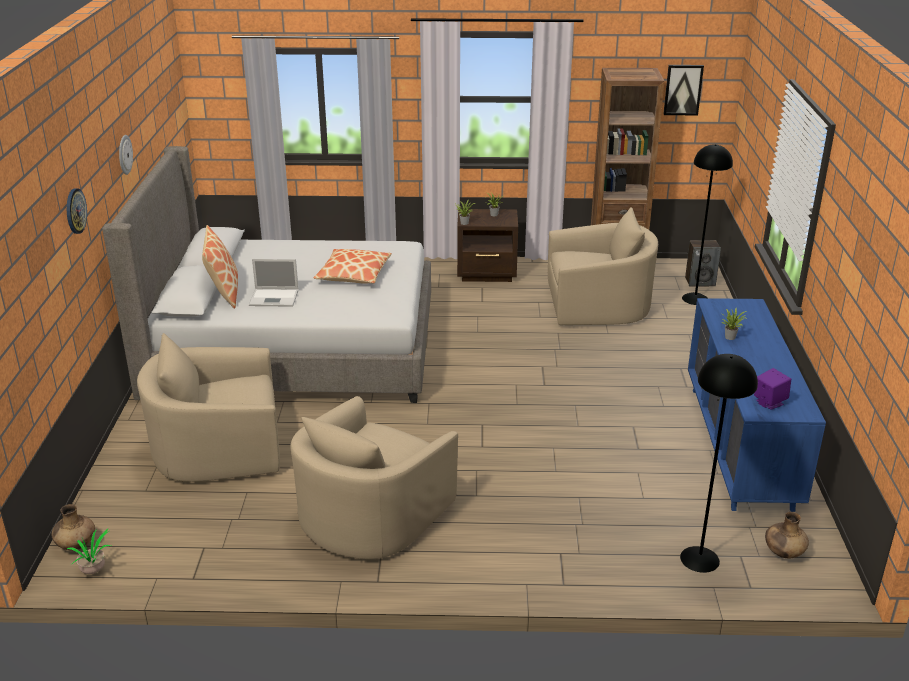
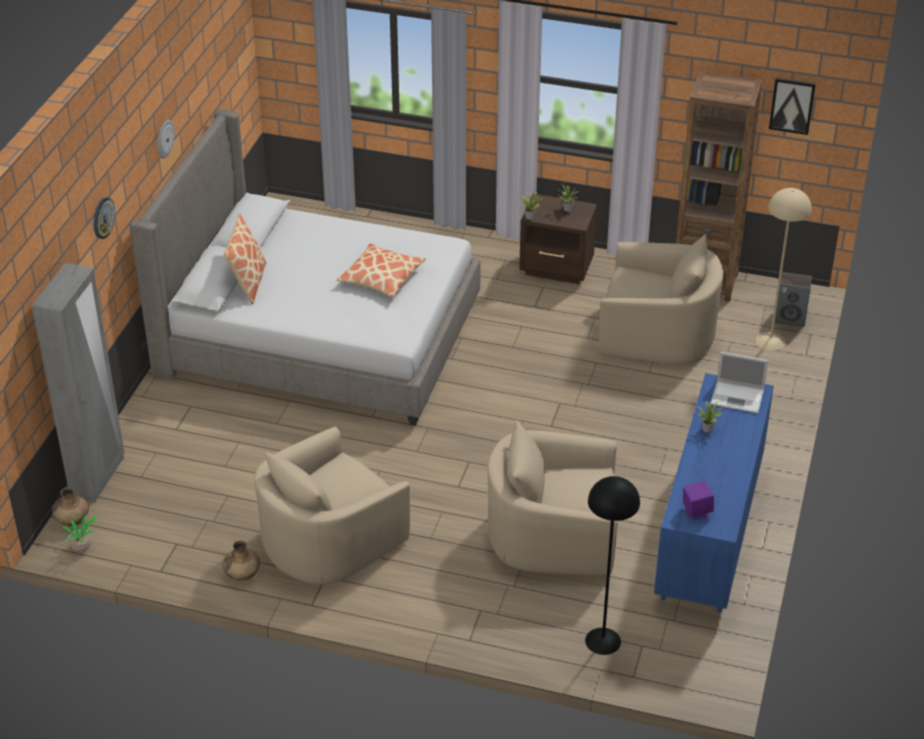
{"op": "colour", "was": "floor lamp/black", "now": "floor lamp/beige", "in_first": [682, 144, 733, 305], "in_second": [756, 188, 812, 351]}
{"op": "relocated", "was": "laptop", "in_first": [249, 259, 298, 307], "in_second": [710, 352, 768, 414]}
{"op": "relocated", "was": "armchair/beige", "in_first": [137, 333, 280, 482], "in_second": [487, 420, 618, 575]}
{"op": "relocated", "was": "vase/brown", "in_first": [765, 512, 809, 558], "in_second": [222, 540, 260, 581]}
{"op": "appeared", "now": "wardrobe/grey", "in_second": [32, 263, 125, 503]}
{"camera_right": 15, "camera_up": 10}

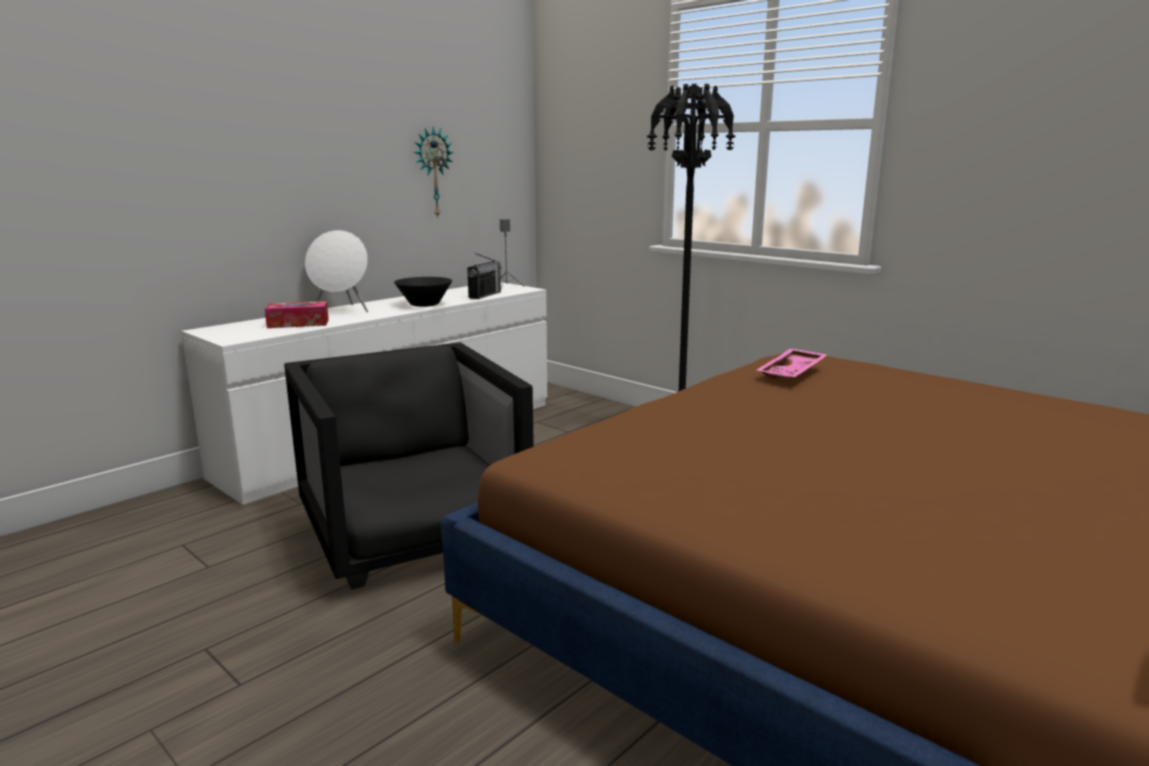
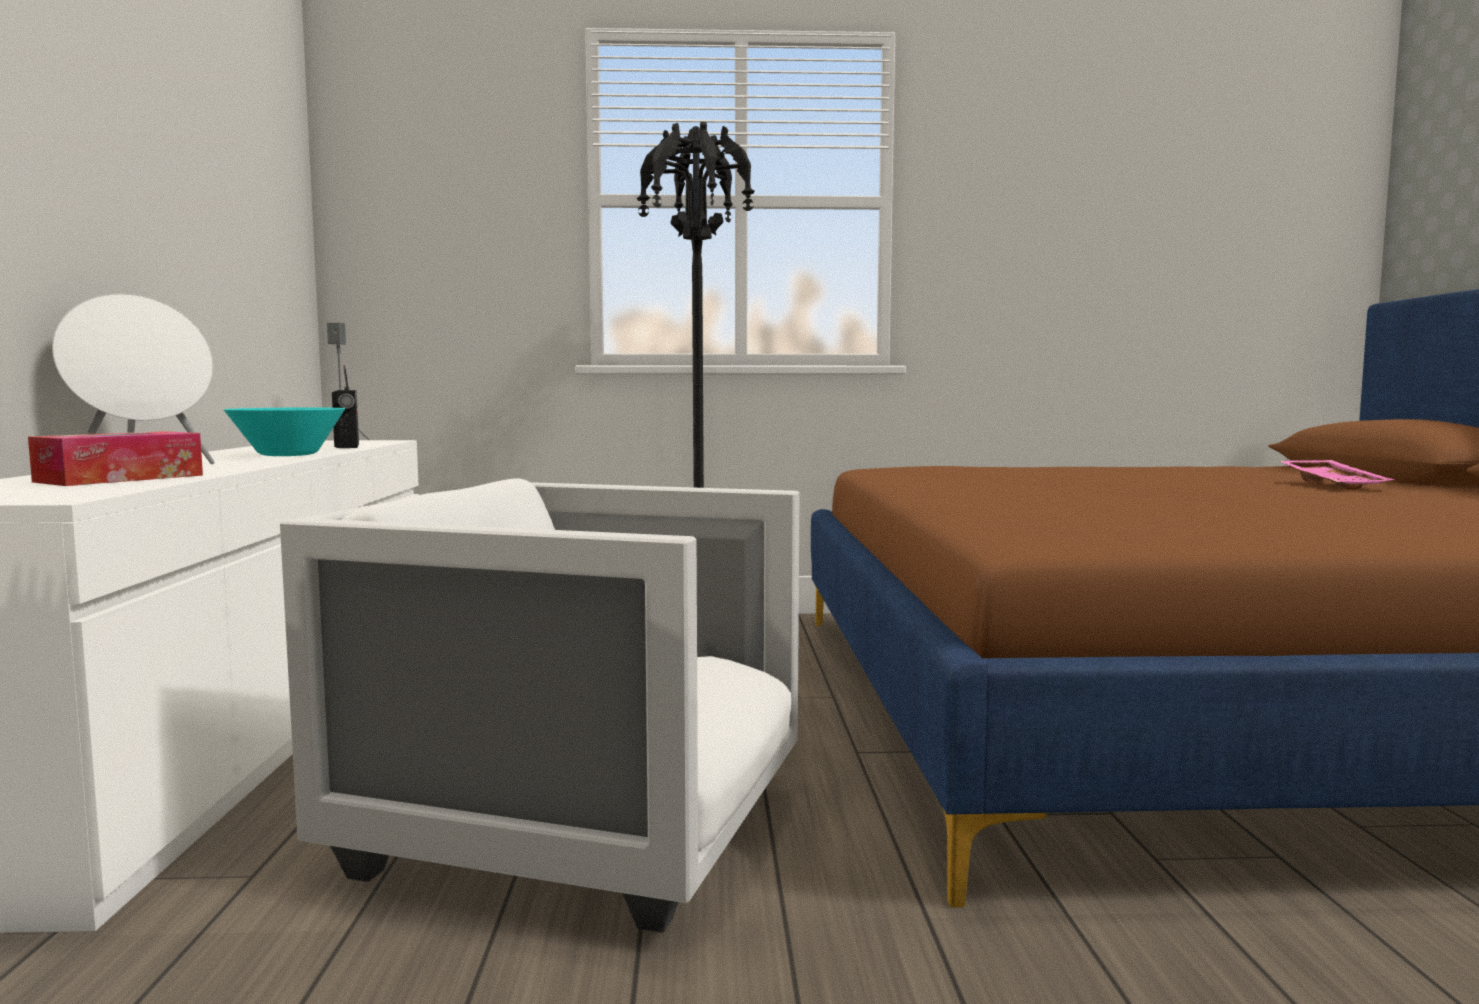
{"op": "missing", "was": "wall clock", "in_first": [414, 126, 454, 219]}
{"op": "colour", "was": "bowl/black", "now": "bowl/turquoise", "in_first": [394, 277, 452, 307], "in_second": [224, 408, 345, 456]}
{"op": "colour", "was": "armchair/black", "now": "armchair/white", "in_first": [284, 342, 534, 589], "in_second": [280, 478, 799, 933]}
{"op": "relocated", "was": "tray/pink", "in_first": [757, 348, 828, 378], "in_second": [1280, 460, 1394, 490]}
{"camera_right": -45, "camera_up": -10}

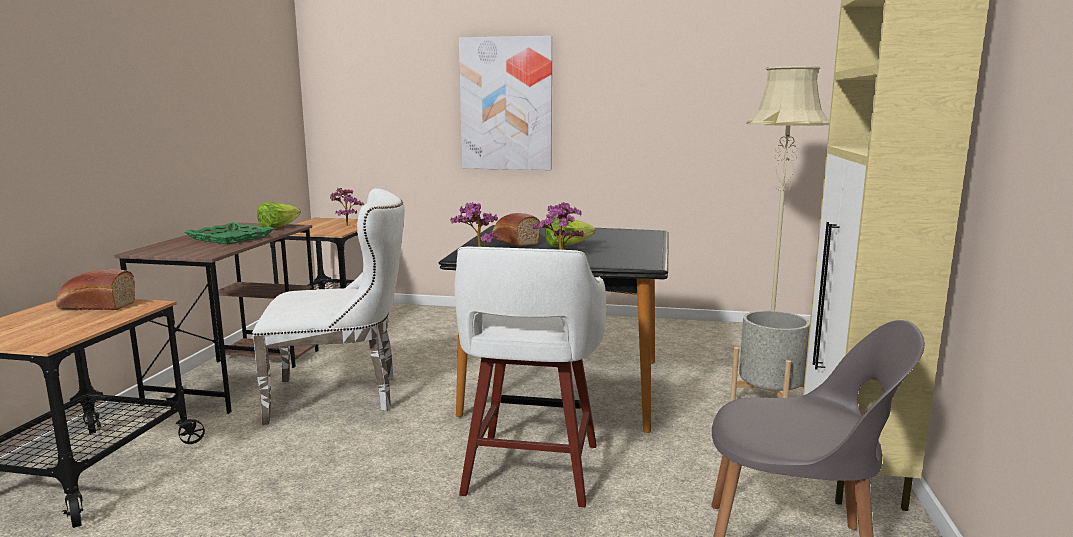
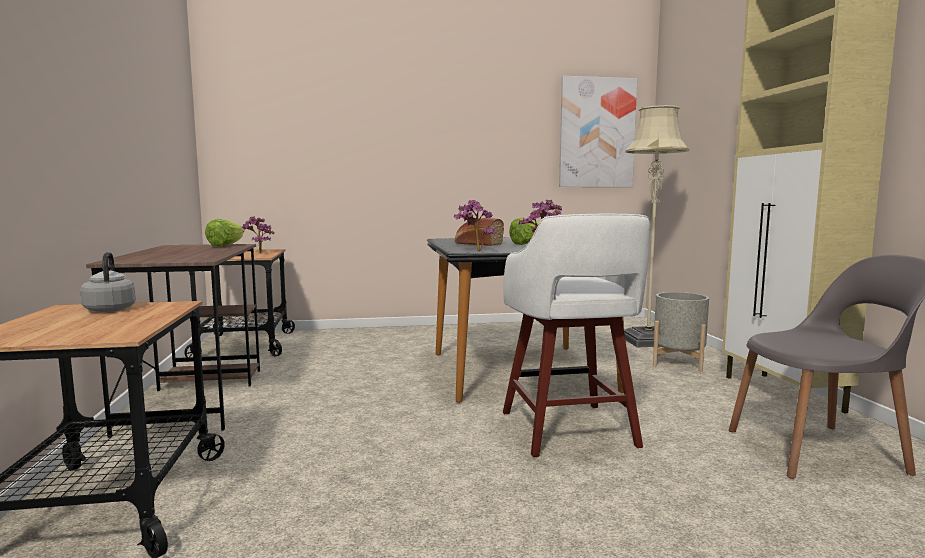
{"op": "relocated", "was": "picture", "in_first": [459, 36, 552, 170], "in_second": [559, 76, 637, 187]}
{"op": "missing", "was": "chair/white", "in_first": [252, 188, 405, 425]}
{"op": "missing", "was": "tray/green", "in_first": [184, 222, 275, 245]}
{"op": "exchanged", "was": "bread", "now": "kettle/grey", "in_first": [56, 269, 135, 310], "in_second": [80, 252, 136, 312]}
{"camera_right": -20, "camera_up": -5}

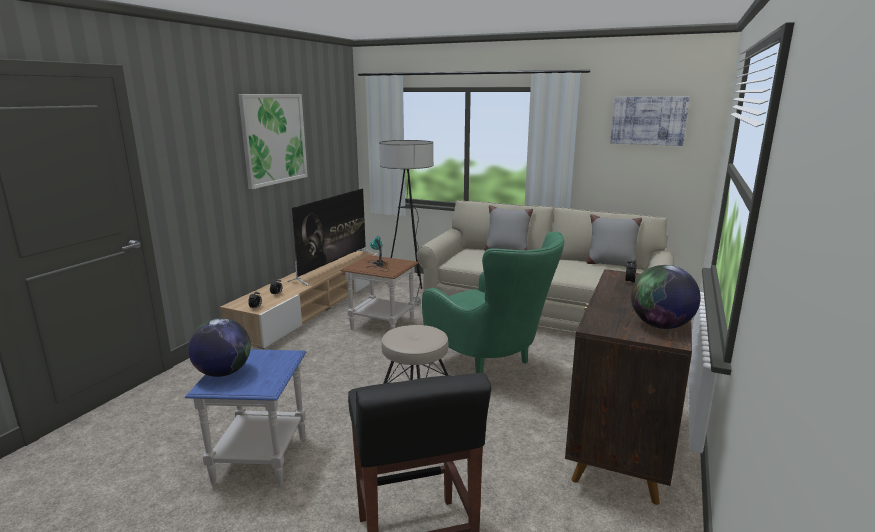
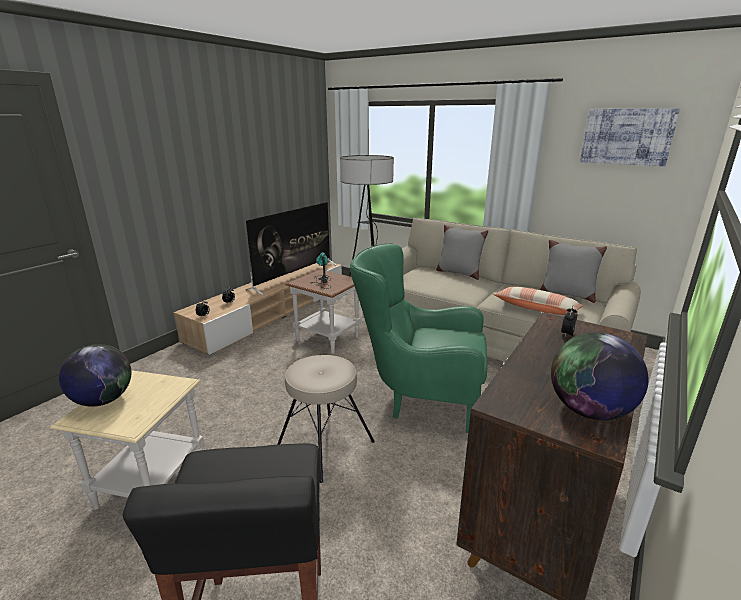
{"op": "missing", "was": "picture", "in_first": [238, 94, 308, 189]}
{"op": "spun", "was": "armchair/green", "in_first": [422, 232, 564, 373], "in_second": [350, 243, 487, 433], "clockwise": 135}
{"op": "colour", "was": "side table/blue", "now": "side table/beige", "in_first": [185, 349, 306, 487], "in_second": [50, 370, 204, 510]}
{"op": "appeared", "now": "pillow", "in_second": [493, 287, 583, 315]}
{"camera_right": 10, "camera_up": 5}

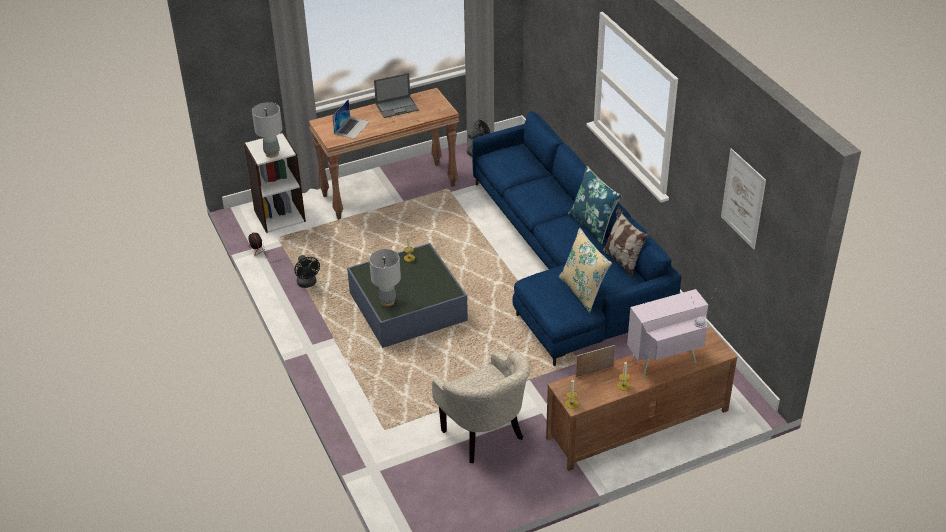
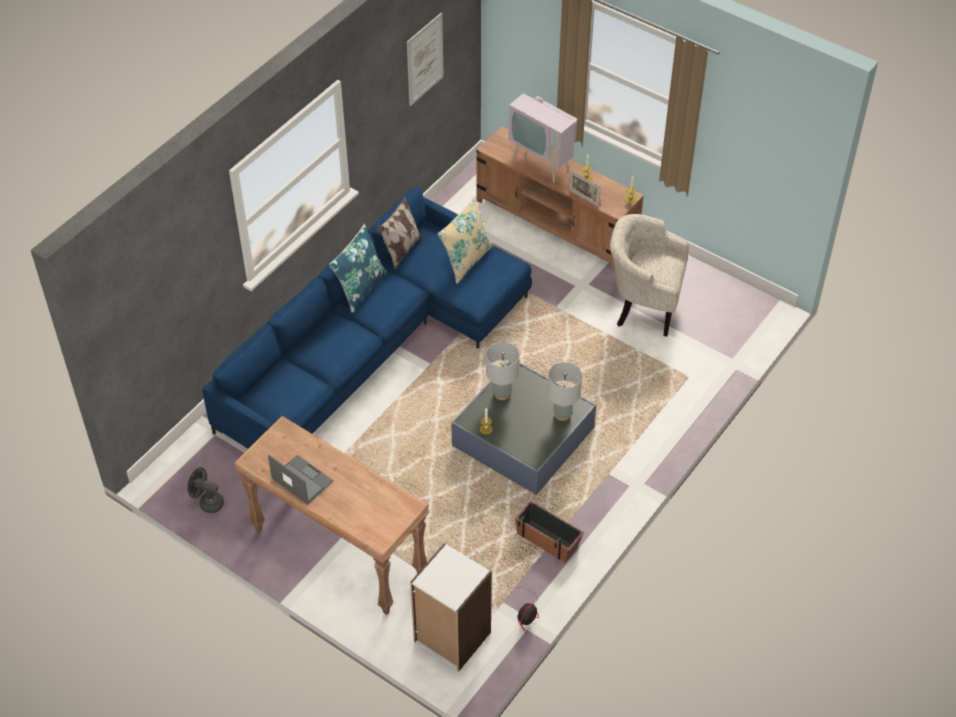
{"op": "missing", "was": "laptop", "in_first": [332, 99, 370, 139]}
{"op": "relocated", "was": "table lamp/grey", "in_first": [252, 102, 283, 158], "in_second": [486, 342, 520, 400]}
{"op": "exchanged", "was": "fan/black", "now": "planter", "in_first": [295, 255, 320, 288], "in_second": [515, 501, 584, 562]}
{"op": "spun", "was": "armchair/beige", "in_first": [432, 351, 530, 463], "in_second": [610, 214, 689, 337], "clockwise": -105}
{"camera_right": -120, "camera_up": 10}

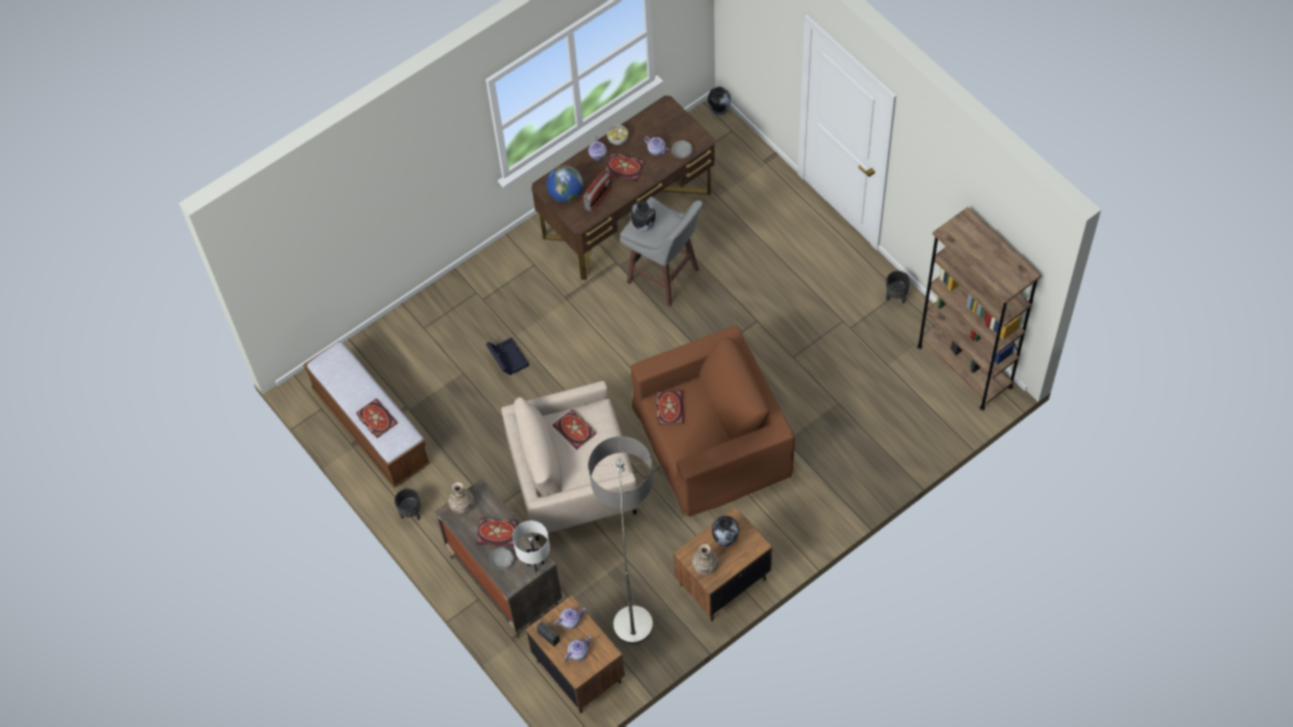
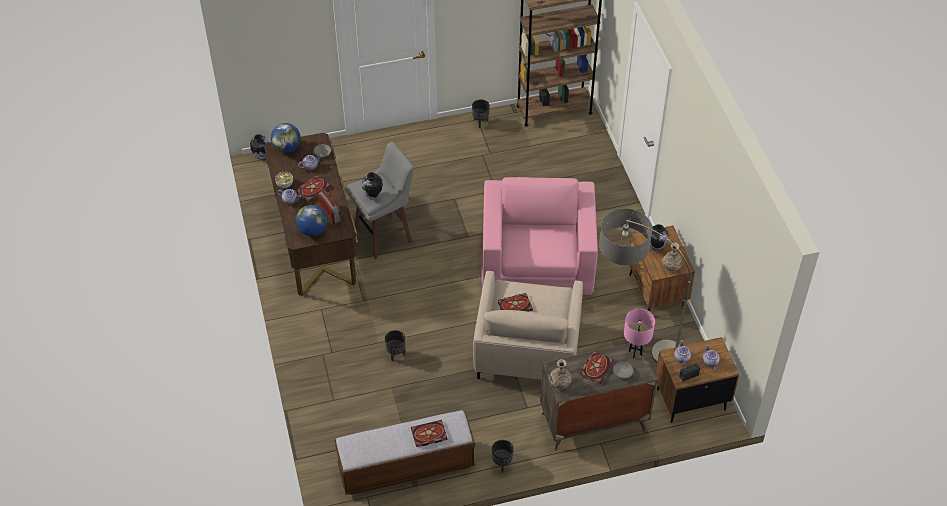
{"op": "colour", "was": "armchair/brown", "now": "armchair/pink", "in_first": [631, 325, 795, 517], "in_second": [481, 177, 598, 295]}
{"op": "exchanged", "was": "storage box/black", "now": "planter/black", "in_first": [486, 337, 529, 375], "in_second": [385, 330, 405, 361]}
{"op": "missing", "was": "book", "in_first": [656, 391, 684, 425]}
{"op": "colour", "was": "table lamp/white", "now": "table lamp/pink", "in_first": [512, 521, 550, 572], "in_second": [624, 309, 655, 359]}
{"op": "appeared", "now": "globe", "in_second": [271, 123, 301, 153]}
{"camera_right": -70, "camera_up": -10}

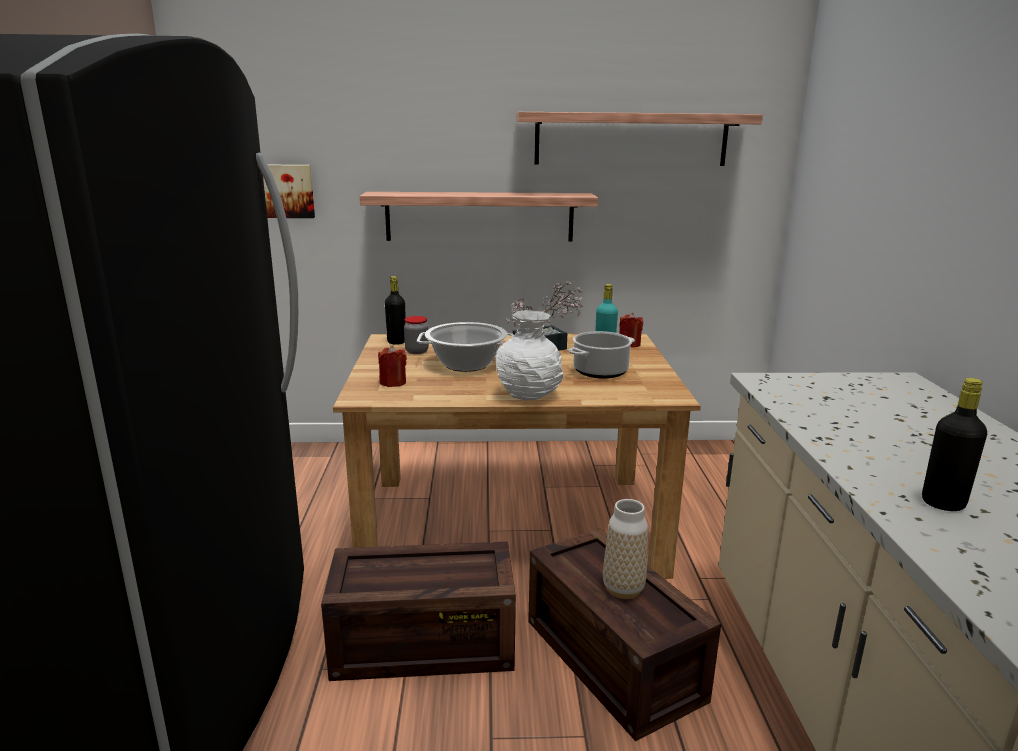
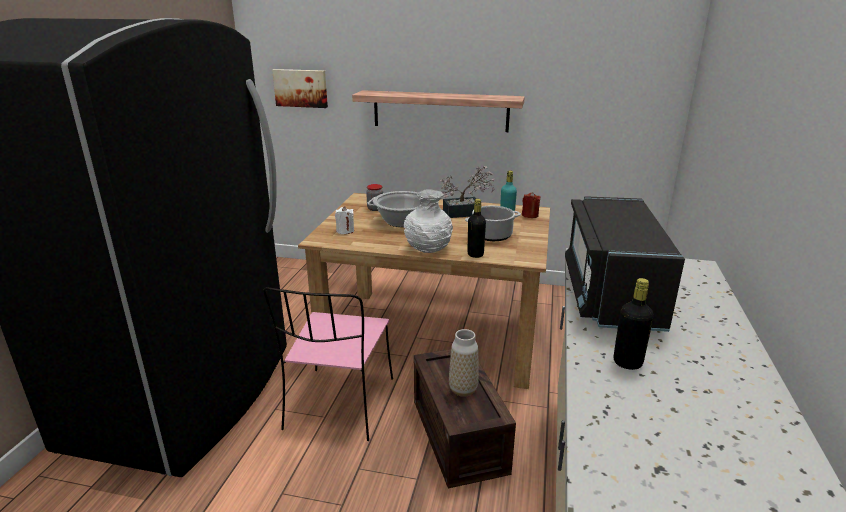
{"op": "missing", "was": "shelf", "in_first": [517, 112, 763, 166]}
{"op": "relocated", "was": "bottle/black", "in_first": [385, 276, 406, 345], "in_second": [467, 199, 486, 258]}
{"op": "colour", "was": "candle/red", "now": "candle/white", "in_first": [378, 346, 407, 387], "in_second": [335, 206, 354, 234]}
{"op": "exchanged", "was": "crate", "now": "chair/pink", "in_first": [321, 542, 516, 681], "in_second": [263, 287, 393, 441]}
{"op": "appeared", "now": "microwave/black", "in_second": [565, 196, 685, 332]}
{"camera_right": 15, "camera_up": 5}

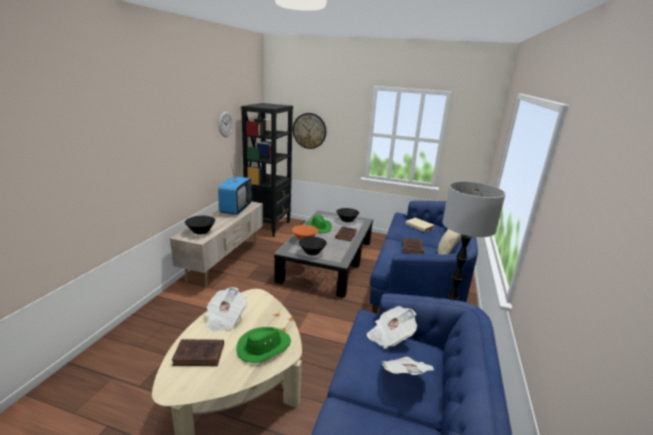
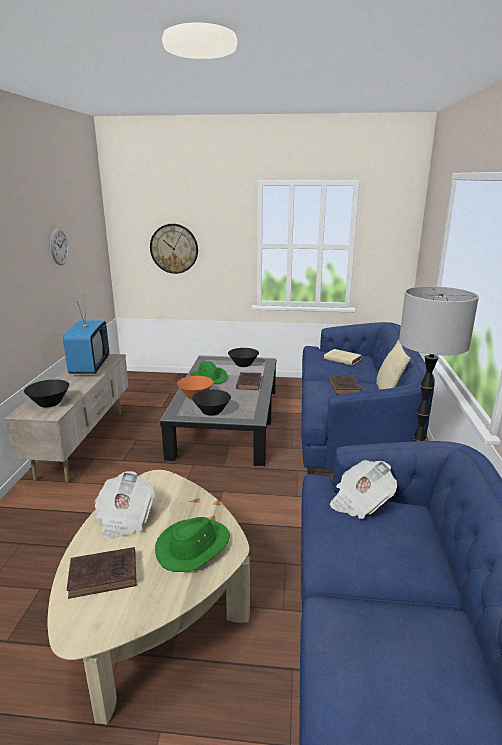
{"op": "missing", "was": "bookcase/black", "in_first": [241, 103, 293, 237]}
{"op": "missing", "was": "newspaper", "in_first": [382, 357, 434, 375]}
{"camera_right": -10, "camera_up": 0}

